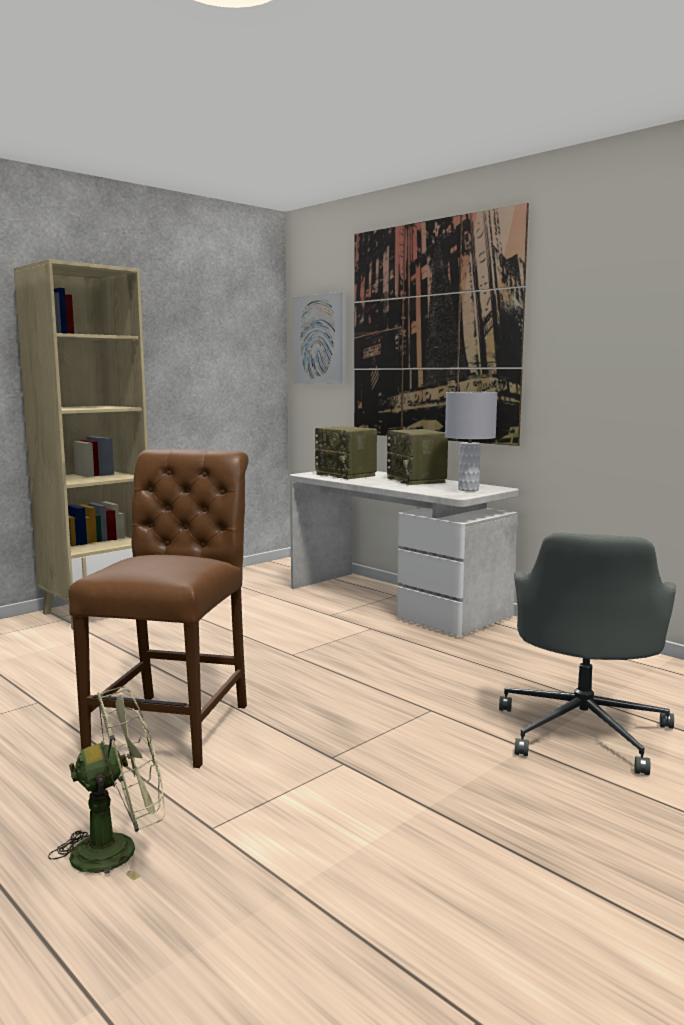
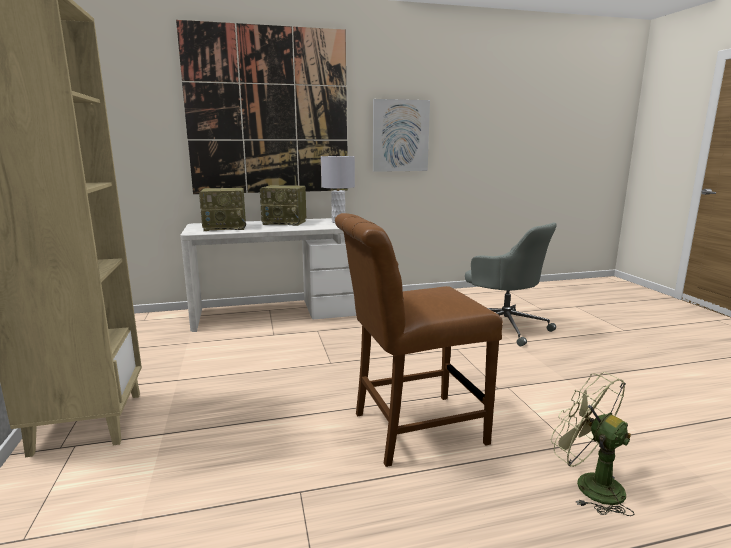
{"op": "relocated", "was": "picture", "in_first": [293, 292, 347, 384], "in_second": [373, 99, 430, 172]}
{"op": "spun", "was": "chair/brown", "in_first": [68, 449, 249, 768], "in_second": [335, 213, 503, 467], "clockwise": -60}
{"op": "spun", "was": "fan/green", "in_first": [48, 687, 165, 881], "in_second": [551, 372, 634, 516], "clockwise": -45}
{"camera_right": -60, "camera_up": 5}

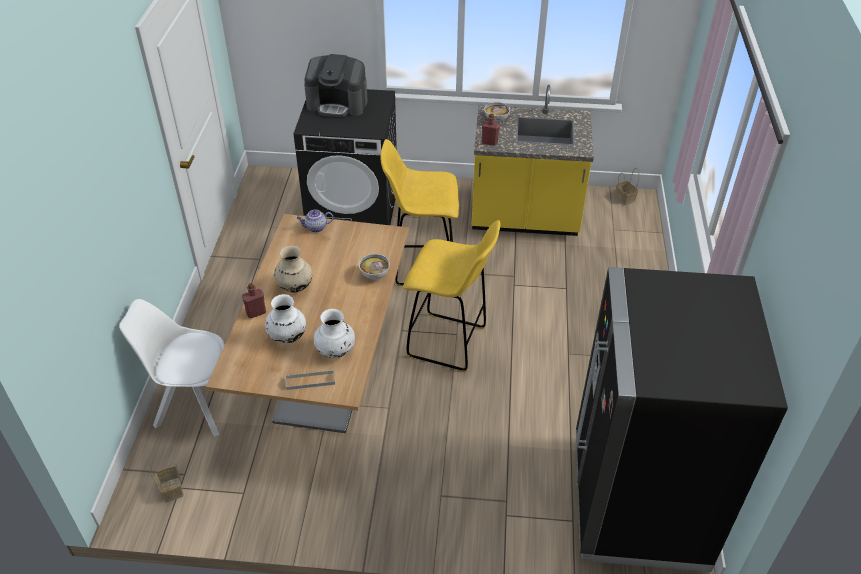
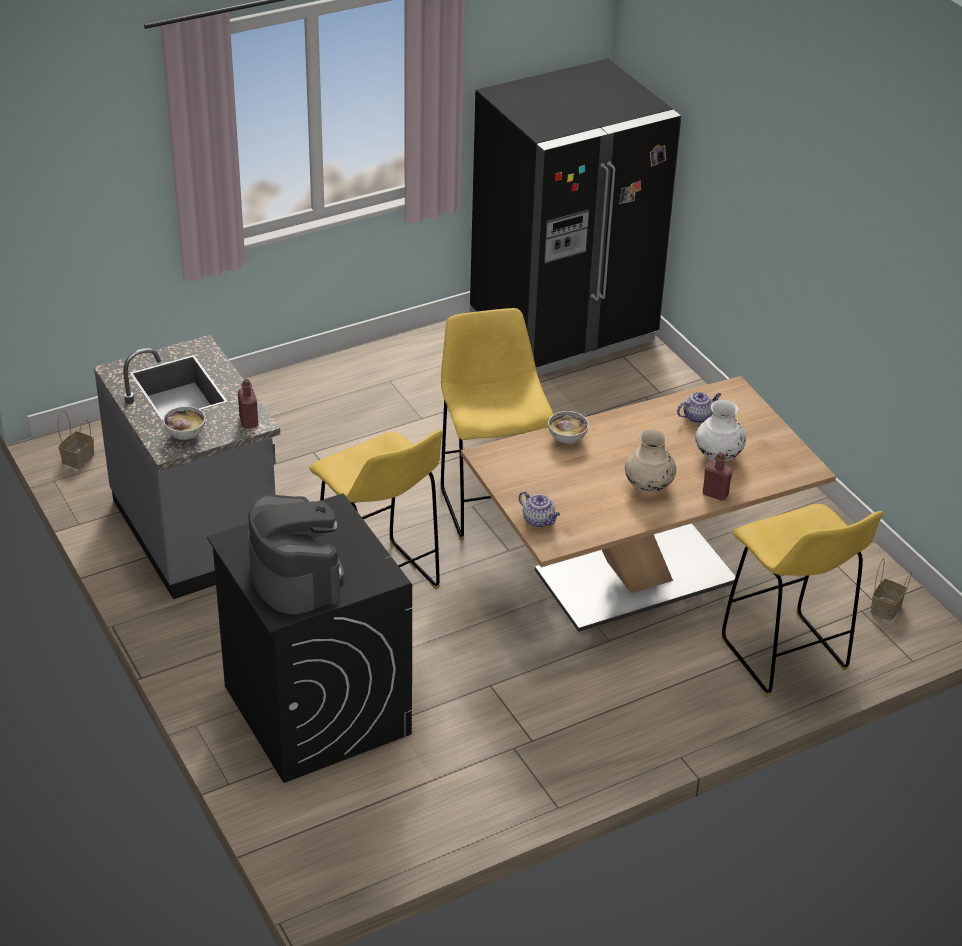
{"op": "colour", "was": "counter/yellow", "now": "counter/grey", "in_first": [472, 85, 594, 236], "in_second": [94, 335, 280, 599]}
{"op": "exchanged", "was": "chair/white", "now": "stool/yellow", "in_first": [119, 299, 225, 437], "in_second": [721, 504, 883, 696]}
{"op": "exchanged", "was": "vase/white", "now": "teapot", "in_first": [314, 309, 355, 358], "in_second": [677, 392, 721, 423]}
{"op": "missing", "was": "tray/grey", "in_first": [285, 370, 335, 390]}
{"camera_right": -125, "camera_up": -5}

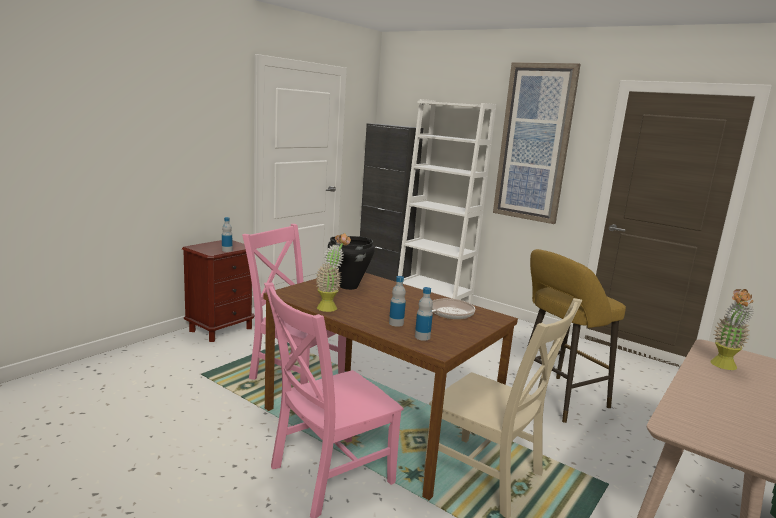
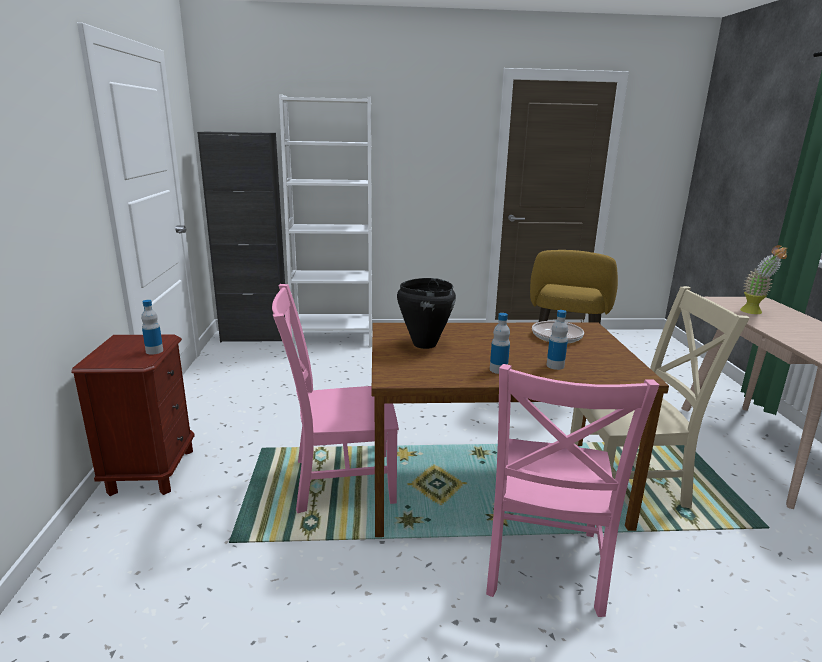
{"op": "missing", "was": "picture", "in_first": [493, 62, 581, 224]}
{"op": "missing", "was": "potted plant", "in_first": [316, 233, 351, 312]}
{"op": "relocated", "was": "bottle", "in_first": [415, 287, 433, 341], "in_second": [490, 313, 510, 374]}
{"camera_right": -40, "camera_up": 5}

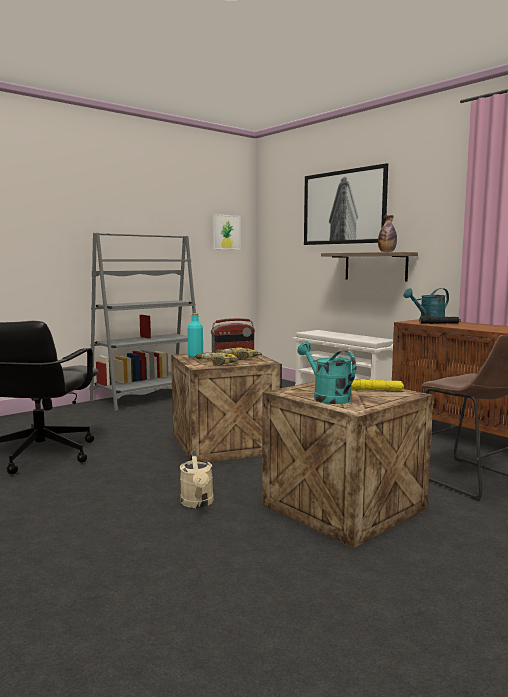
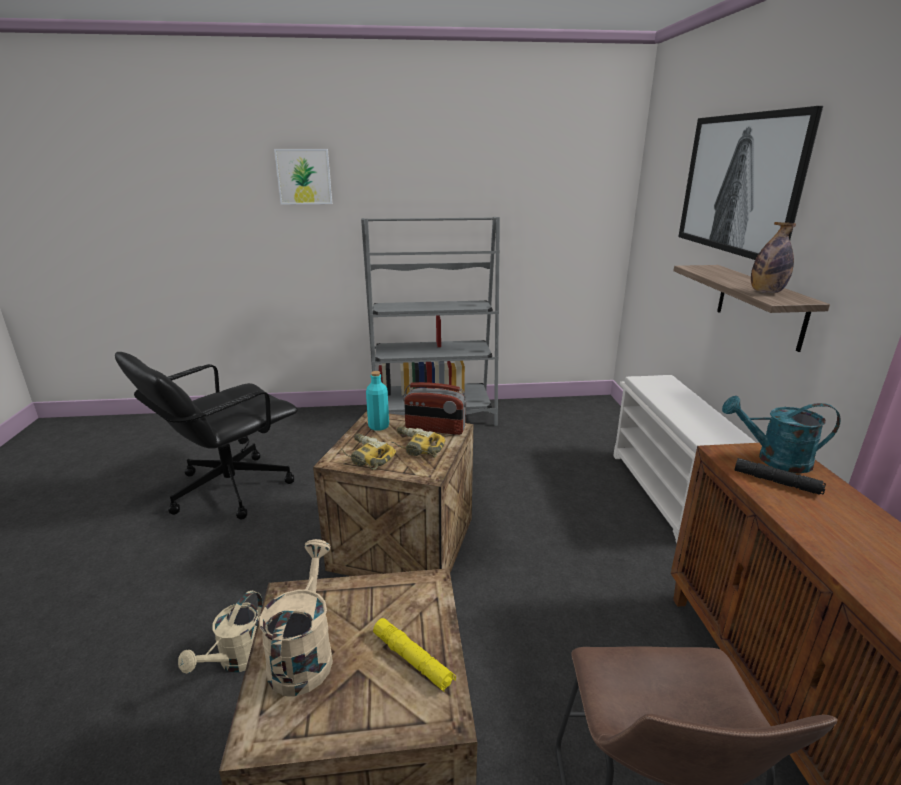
{"op": "relocated", "was": "picture", "in_first": [212, 214, 241, 250], "in_second": [274, 149, 332, 204]}
{"op": "colour", "was": "watering can/turquoise", "now": "watering can/beige", "in_first": [297, 342, 356, 404], "in_second": [259, 539, 333, 697]}
{"camera_right": 35, "camera_up": 15}

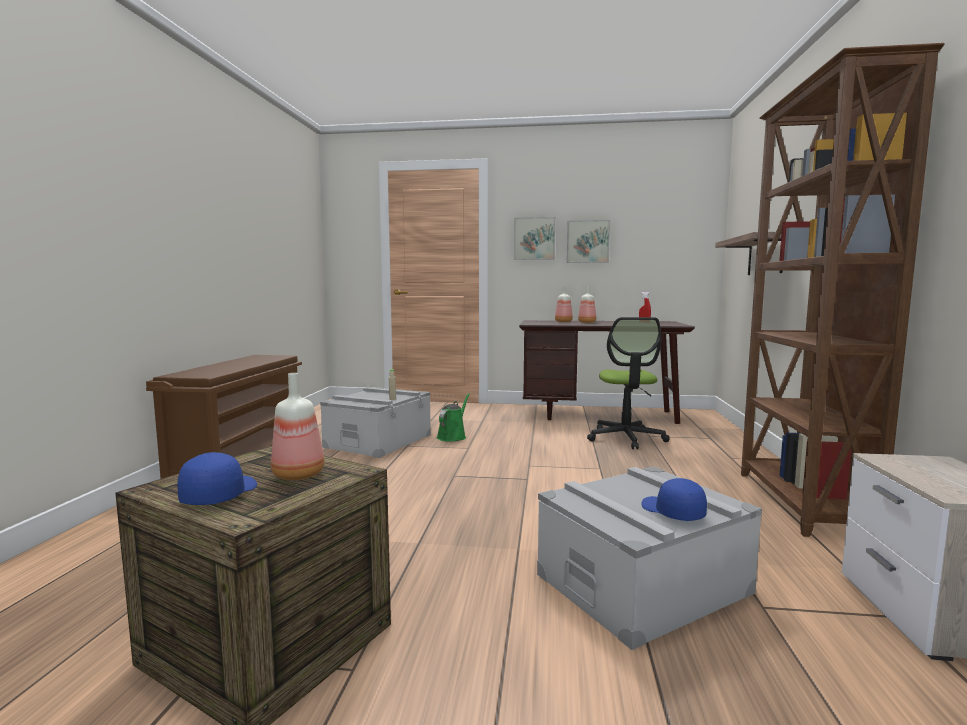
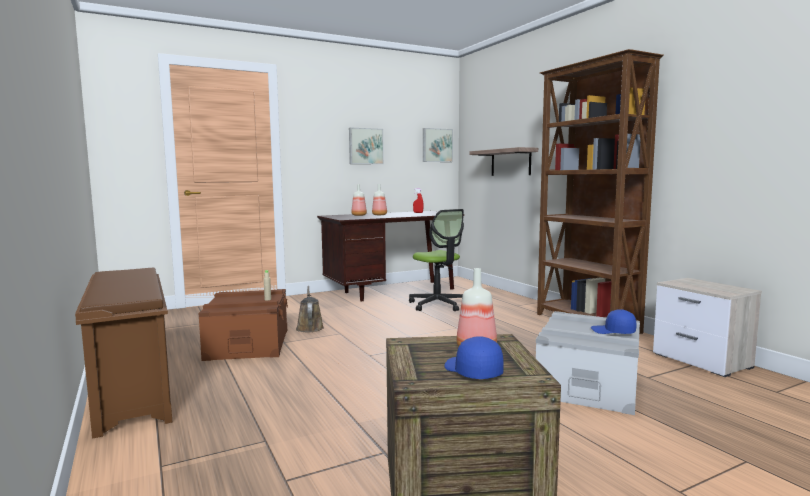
{"op": "relocated", "was": "picture", "in_first": [514, 217, 556, 260], "in_second": [423, 128, 453, 162]}
{"op": "colour", "was": "storage box/grey", "now": "storage box/brown", "in_first": [320, 387, 431, 458], "in_second": [198, 289, 288, 361]}
{"op": "colour", "was": "watering can/green", "now": "watering can/brown", "in_first": [436, 393, 470, 442], "in_second": [296, 286, 324, 332]}
{"camera_right": -35, "camera_up": 0}

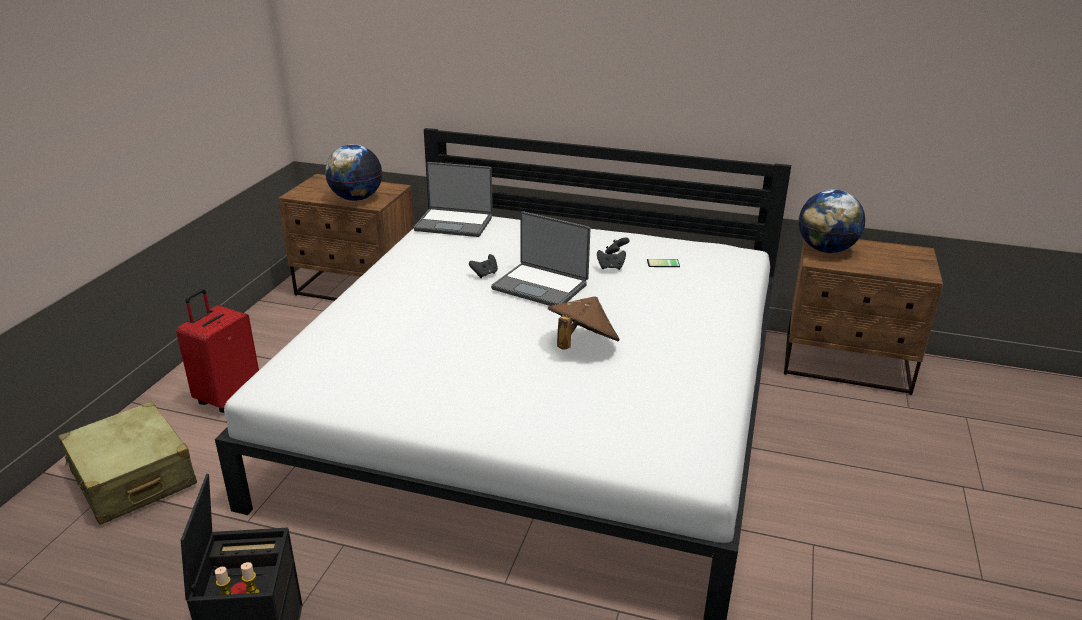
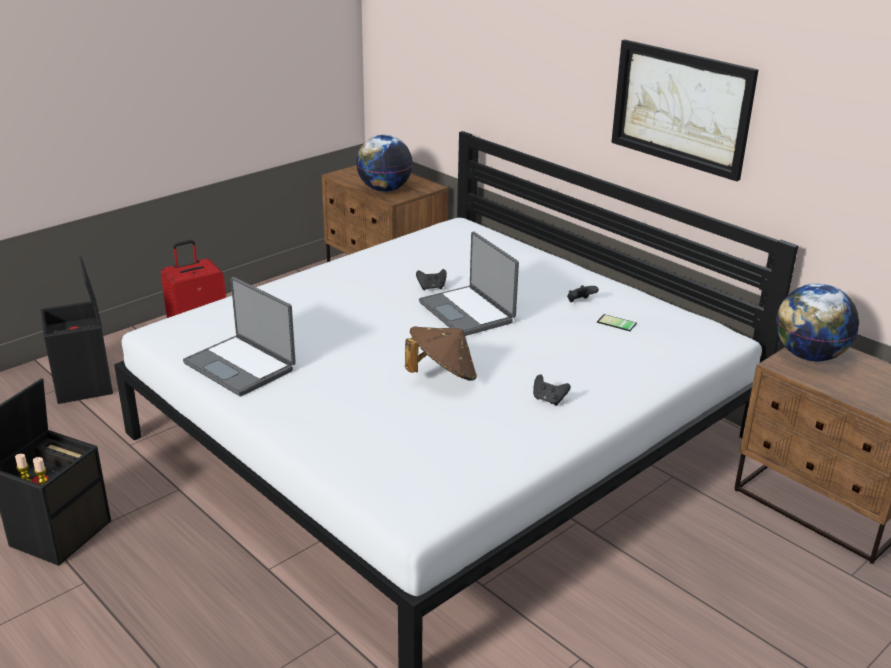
{"op": "relocated", "was": "laptop", "in_first": [414, 162, 493, 237], "in_second": [183, 277, 296, 397]}
{"op": "relocated", "was": "game controller/black", "in_first": [597, 250, 626, 270], "in_second": [533, 375, 571, 406]}
{"op": "exchanged", "was": "suitcase/beige", "now": "storage box/black", "in_first": [58, 401, 197, 525], "in_second": [41, 256, 113, 404]}
{"op": "appeared", "now": "picture", "in_second": [611, 40, 758, 181]}
{"camera_right": 30, "camera_up": 0}

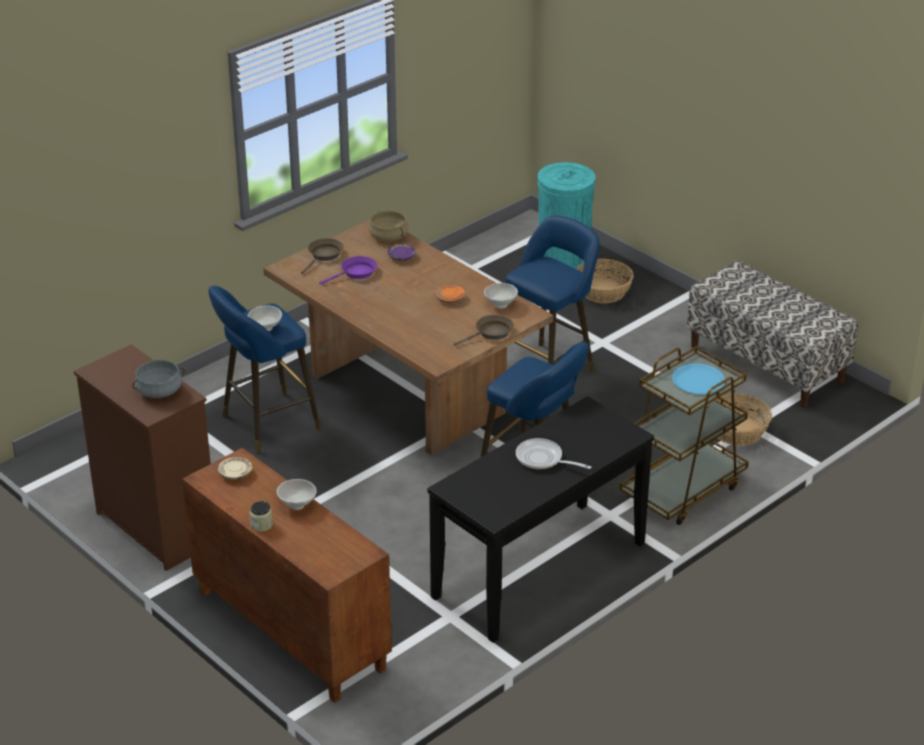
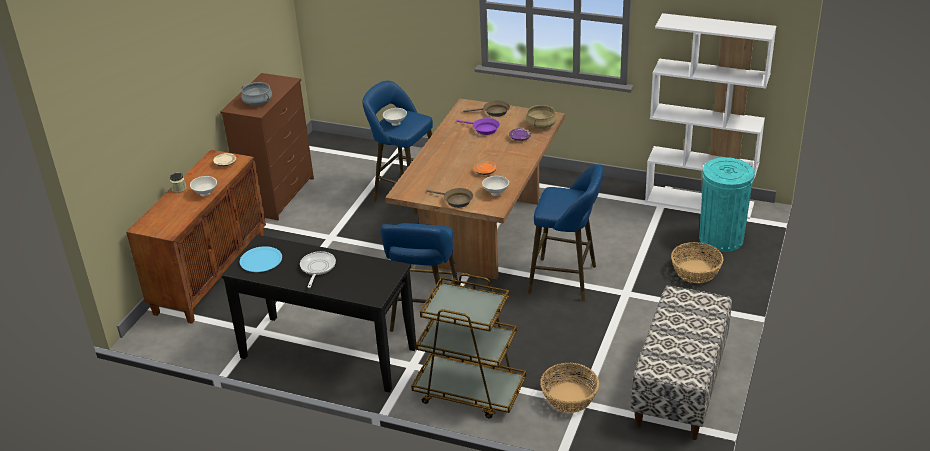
{"op": "relocated", "was": "plate/blue", "in_first": [672, 363, 725, 394], "in_second": [240, 246, 282, 272]}
{"op": "appeared", "now": "bookcase/white", "in_second": [645, 13, 776, 219]}
{"camera_right": 65, "camera_up": 0}

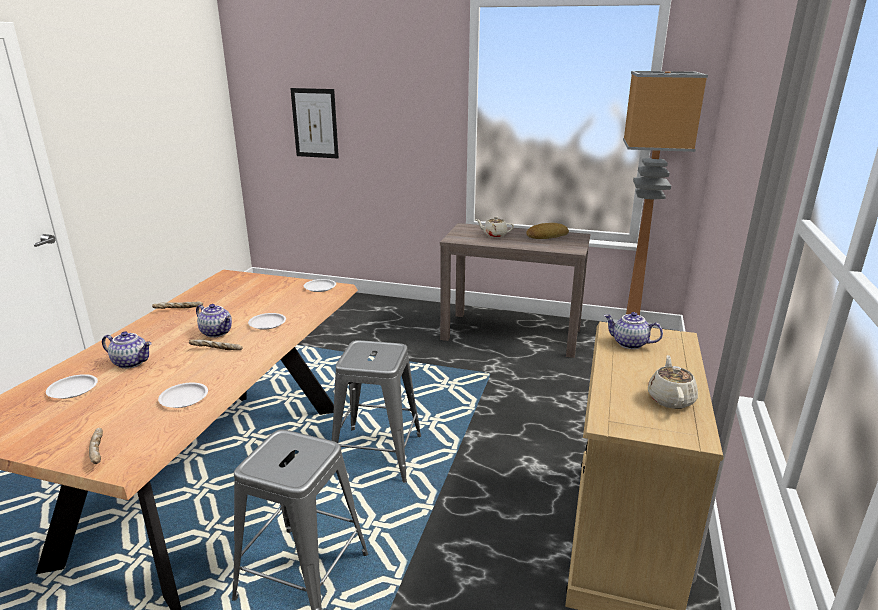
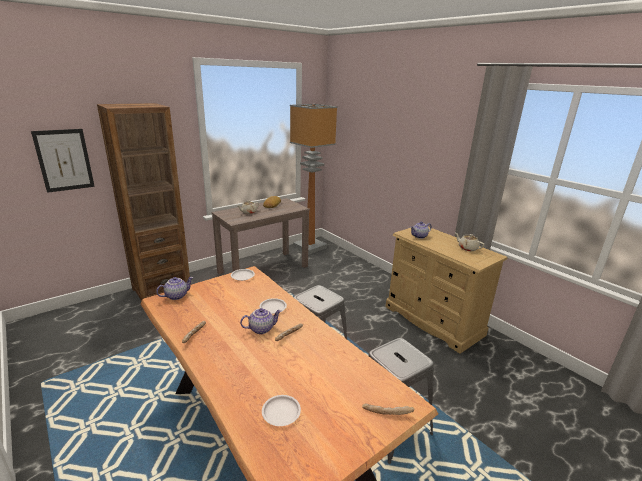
{"op": "relocated", "was": "teapot", "in_first": [102, 331, 152, 369], "in_second": [156, 277, 193, 300]}
{"op": "missing", "was": "plate/white", "in_first": [158, 383, 208, 408]}
{"op": "appeared", "now": "bookcase/brown", "in_second": [97, 103, 190, 301]}
{"camera_right": -55, "camera_up": 0}

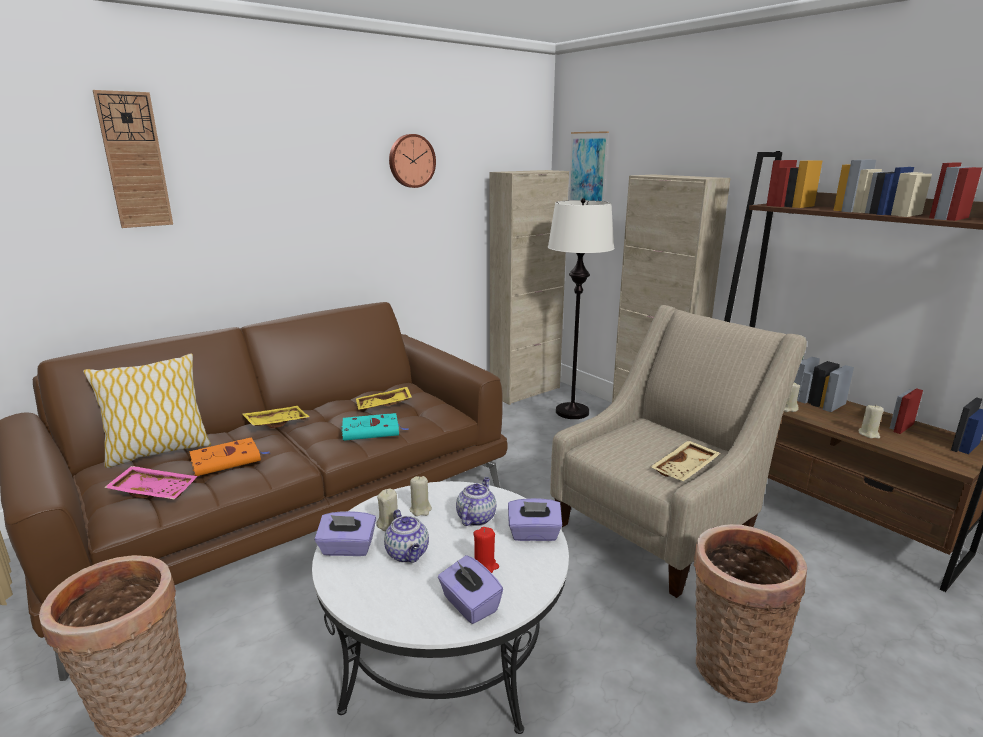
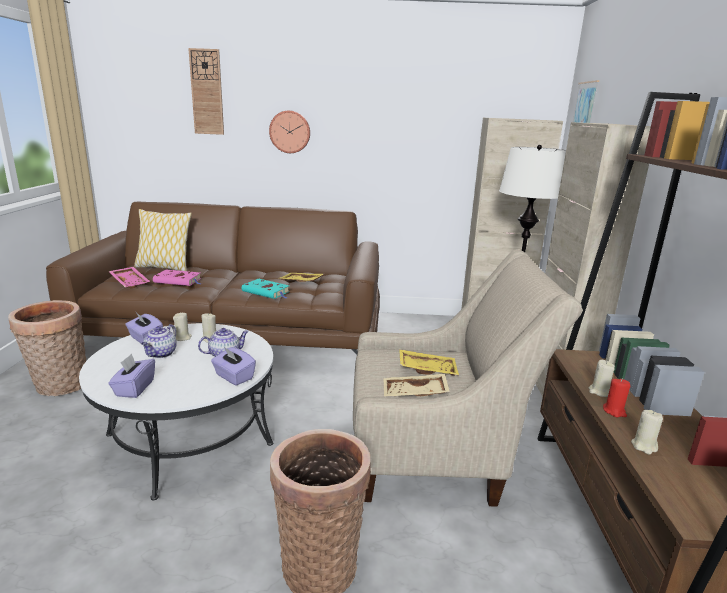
{"op": "relocated", "was": "wall clock", "in_first": [389, 134, 436, 188], "in_second": [269, 111, 310, 153]}
{"op": "relocated", "was": "tray/yellow", "in_first": [242, 406, 310, 428], "in_second": [399, 349, 459, 376]}
{"op": "colour", "was": "book/orange", "now": "book/pink", "in_first": [189, 437, 269, 476], "in_second": [153, 270, 203, 286]}
{"op": "relocated", "was": "candle/red", "in_first": [473, 527, 499, 573], "in_second": [603, 379, 630, 417]}
{"camera_right": 40, "camera_up": 0}

